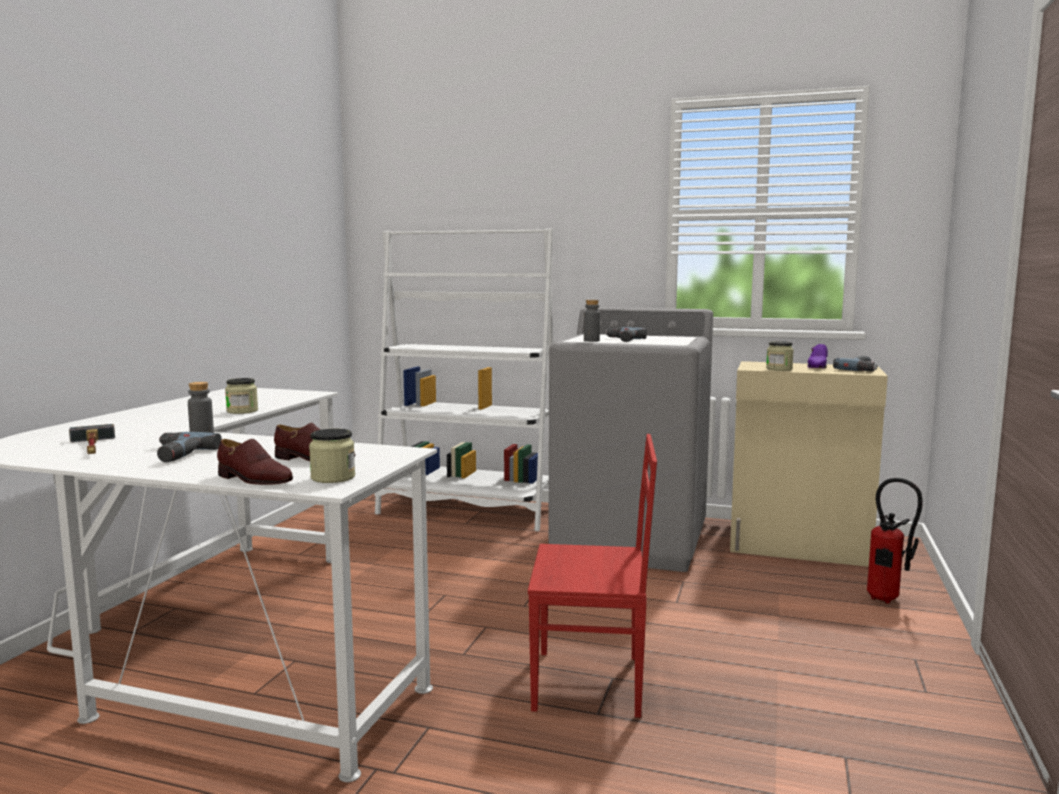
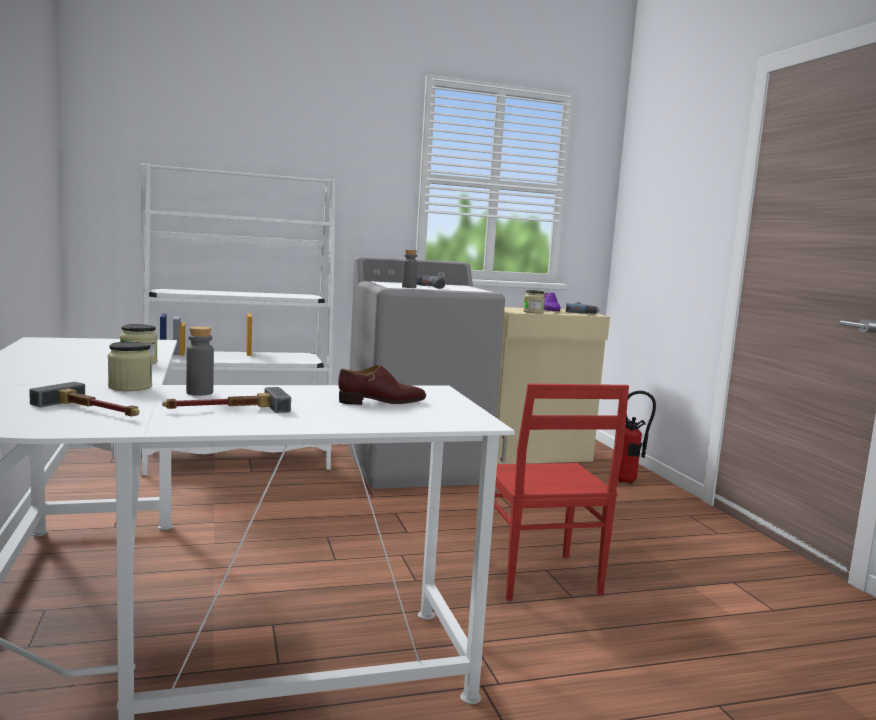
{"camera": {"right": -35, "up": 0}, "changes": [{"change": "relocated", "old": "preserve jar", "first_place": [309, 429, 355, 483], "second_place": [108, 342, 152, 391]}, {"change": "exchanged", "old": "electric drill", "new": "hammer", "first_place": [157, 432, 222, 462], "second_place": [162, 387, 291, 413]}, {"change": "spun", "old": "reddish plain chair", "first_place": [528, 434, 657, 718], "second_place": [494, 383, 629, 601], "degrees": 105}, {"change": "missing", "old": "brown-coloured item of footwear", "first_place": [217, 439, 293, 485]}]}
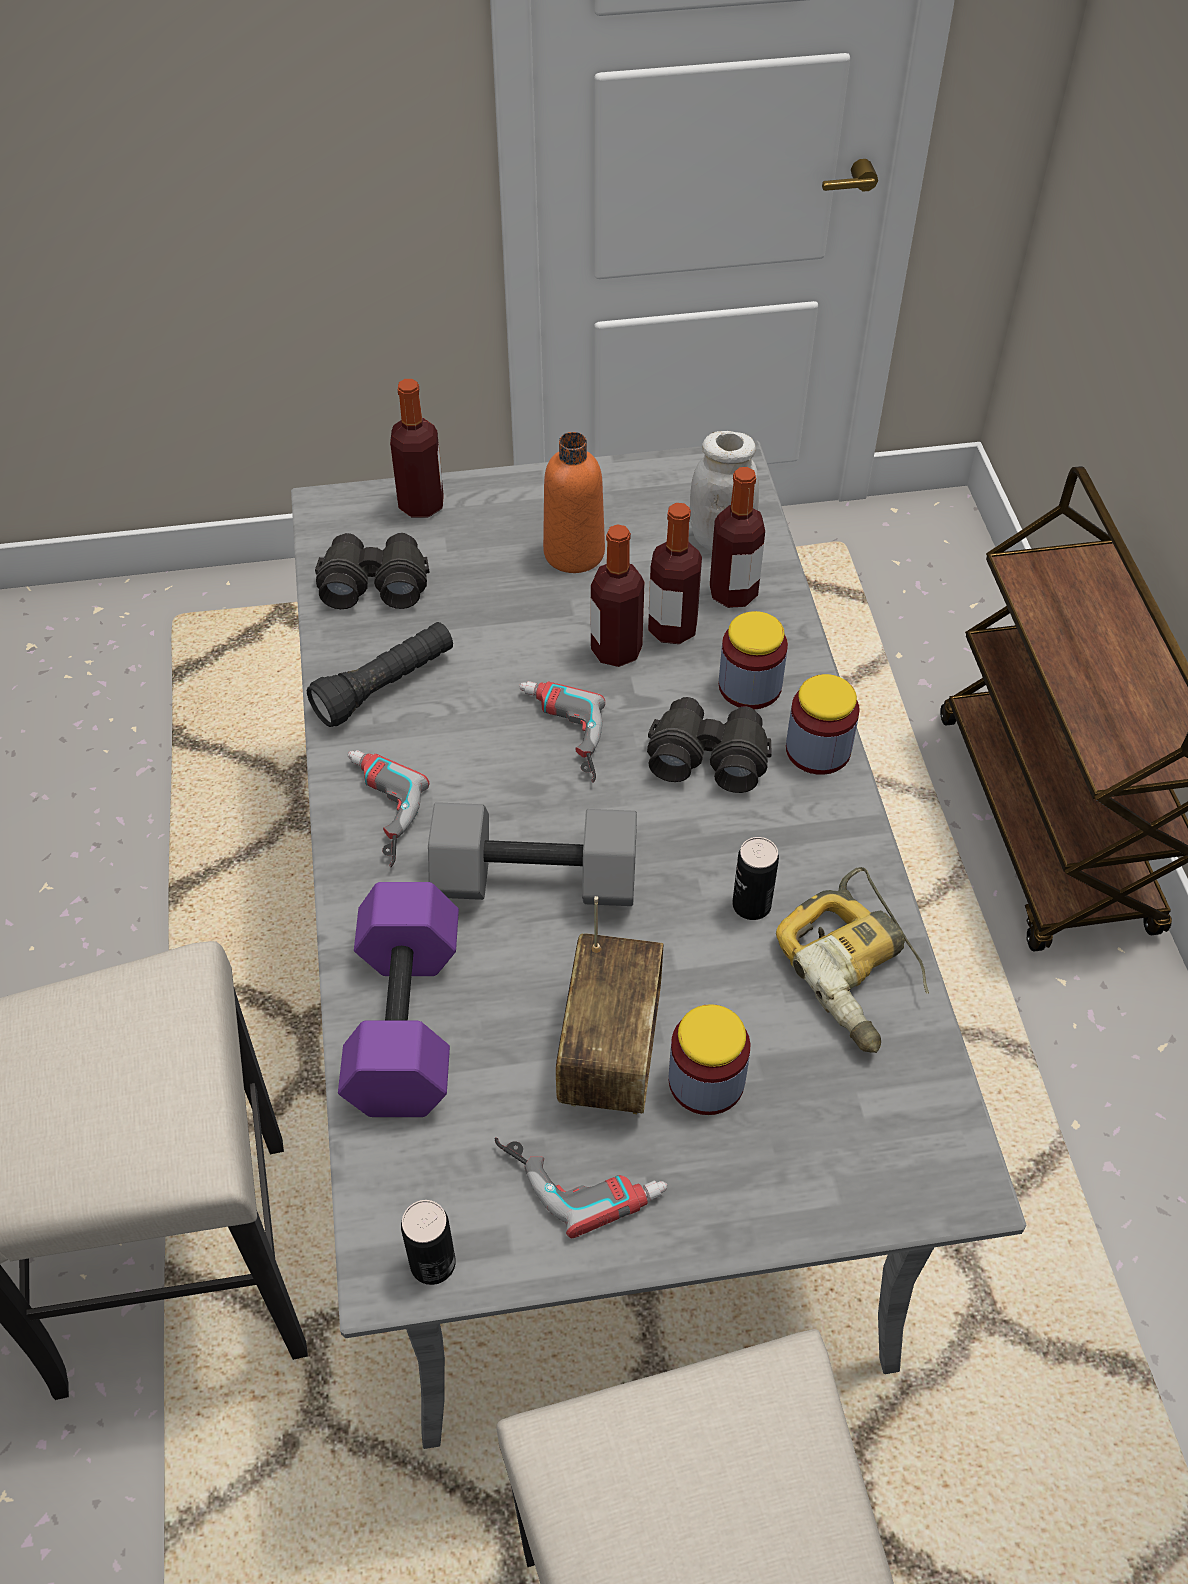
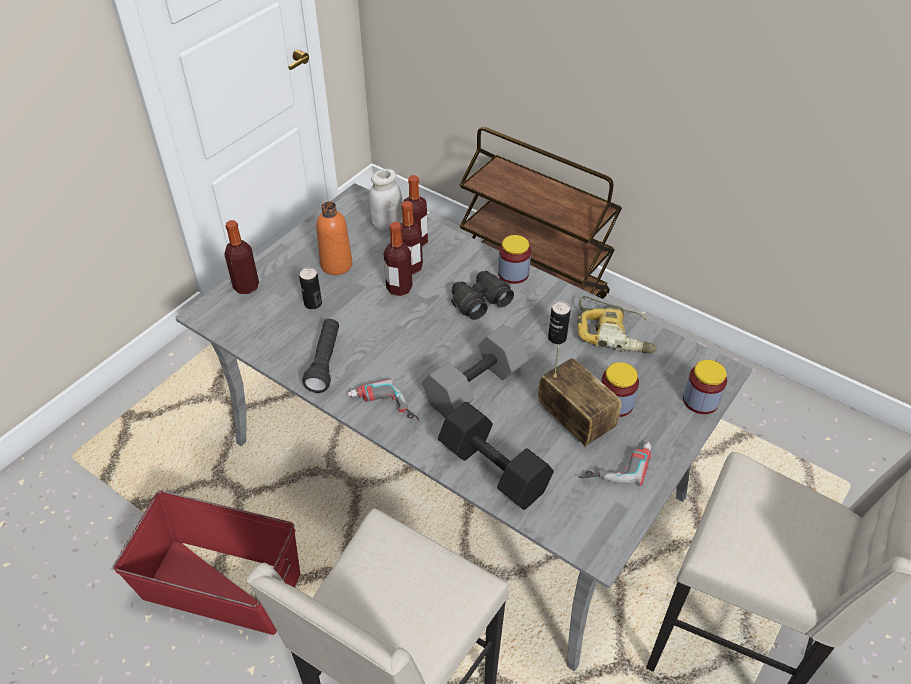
{"camera": {"right": -45, "up": -5}, "changes": [{"change": "missing", "old": "black pair of binoculars", "first_place": [315, 533, 430, 609]}, {"change": "relocated", "old": "preserve jar", "first_place": [719, 611, 788, 709], "second_place": [683, 360, 727, 414]}, {"change": "missing", "old": "electric drill", "first_place": [519, 681, 605, 783]}, {"change": "colour", "old": "purple free weight", "new": "black free weight", "first_place": [338, 882, 459, 1117], "second_place": [438, 402, 554, 510]}, {"change": "relocated", "old": "can", "first_place": [401, 1200, 456, 1285], "second_place": [299, 268, 322, 309]}, {"change": "appeared", "new": "reddish storage bin", "second_place": [113, 491, 300, 635]}]}
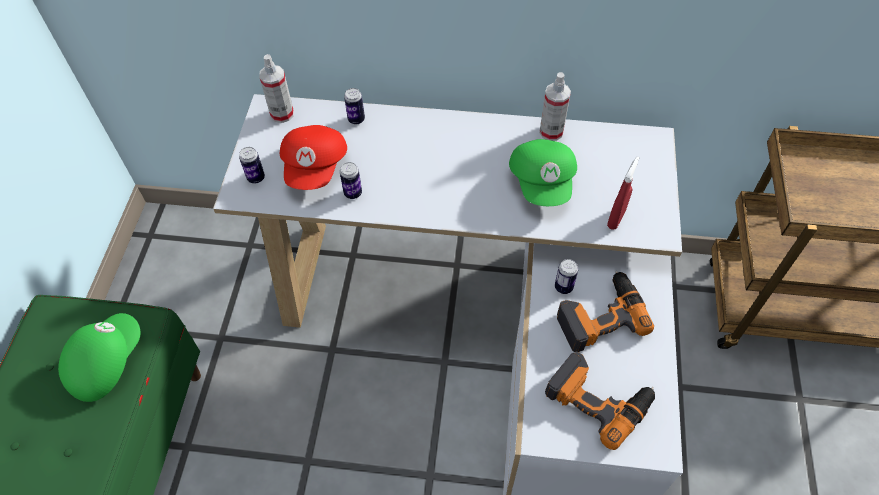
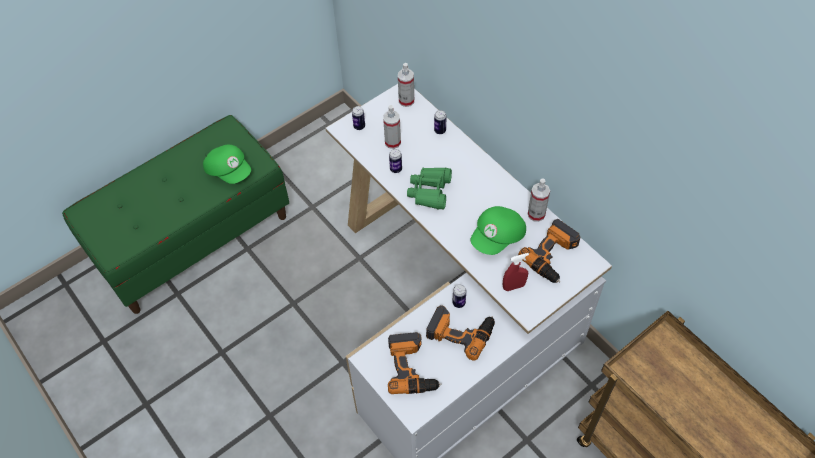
{"camera": {"right": 45, "up": 0}, "changes": [{"change": "exchanged", "old": "reddish cap", "new": "sprayer", "first_place": [280, 125, 347, 190], "second_place": [383, 105, 401, 149]}, {"change": "spun", "old": "greenish cap", "first_place": [58, 313, 141, 402], "second_place": [203, 145, 251, 184], "degrees": 60}, {"change": "appeared", "new": "greenish pair of binoculars", "second_place": [407, 167, 452, 209]}, {"change": "appeared", "new": "electric drill", "second_place": [518, 219, 581, 283]}]}
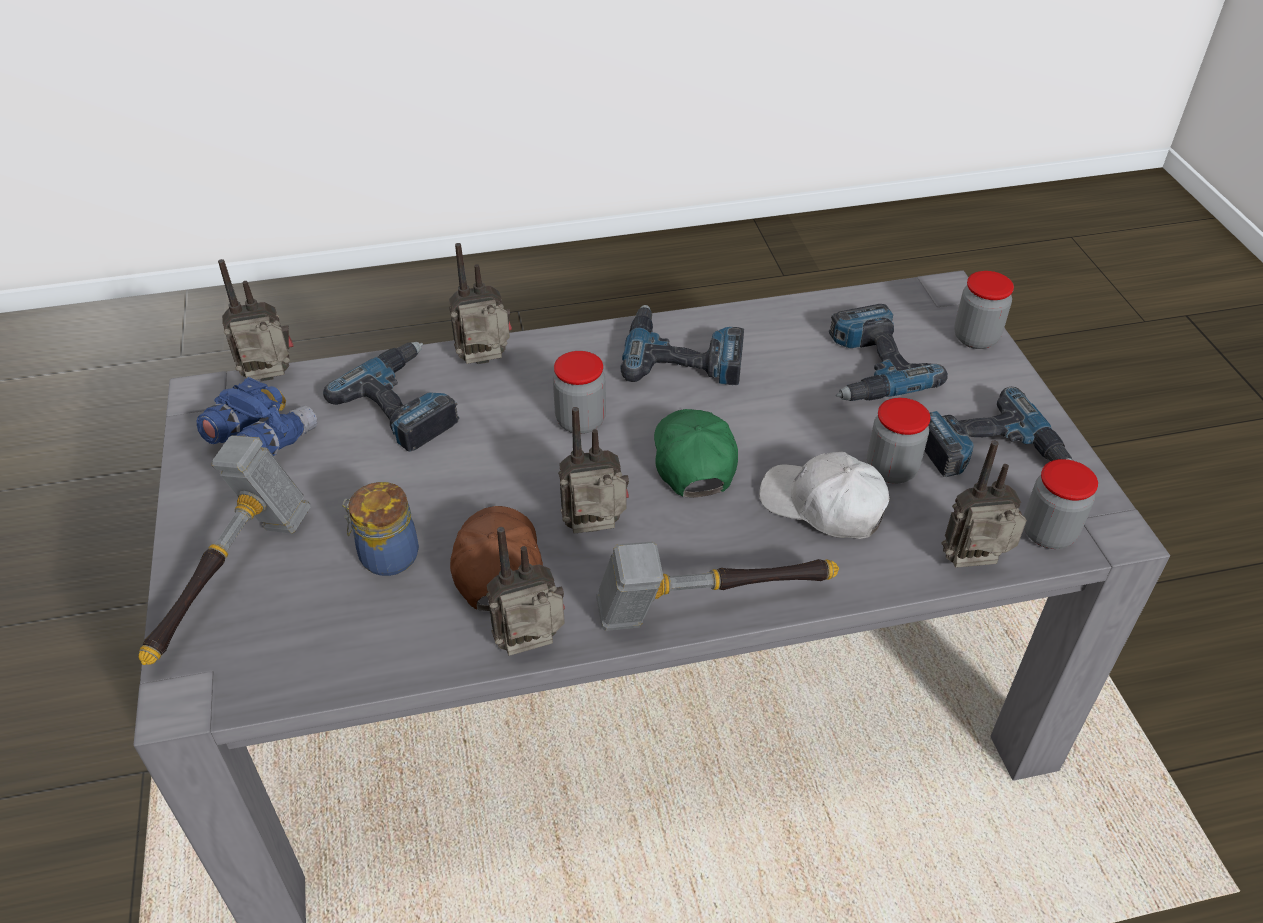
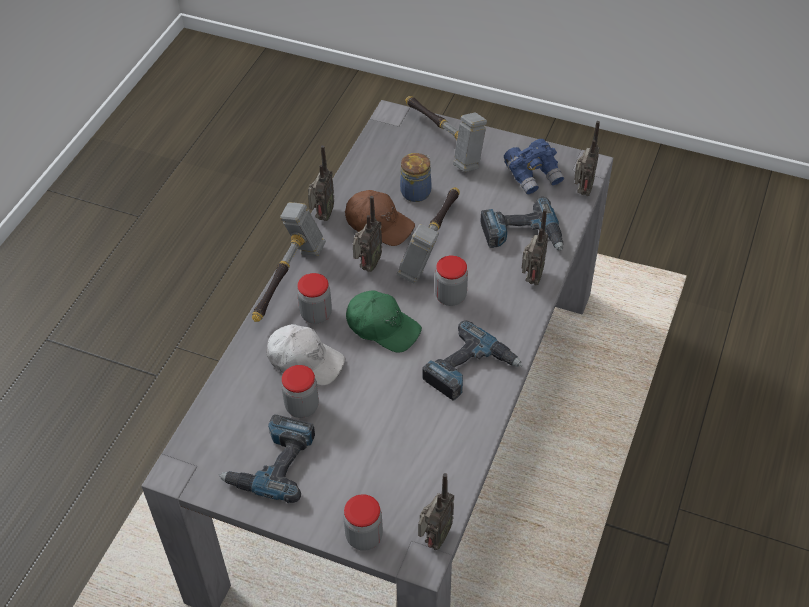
{"camera": {"right": 125, "up": 5}, "changes": [{"change": "missing", "old": "electric drill", "first_place": [829, 304, 948, 401]}, {"change": "relocated", "old": "radio receiver", "first_place": [942, 441, 1027, 568], "second_place": [418, 473, 454, 550]}, {"change": "spun", "old": "white-coloured cap", "first_place": [759, 452, 890, 539], "second_place": [266, 324, 345, 386], "degrees": 45}, {"change": "relocated", "old": "preserve jar", "first_place": [1024, 459, 1098, 549], "second_place": [297, 273, 332, 324]}, {"change": "appeared", "new": "hammer", "second_place": [397, 187, 460, 284]}]}
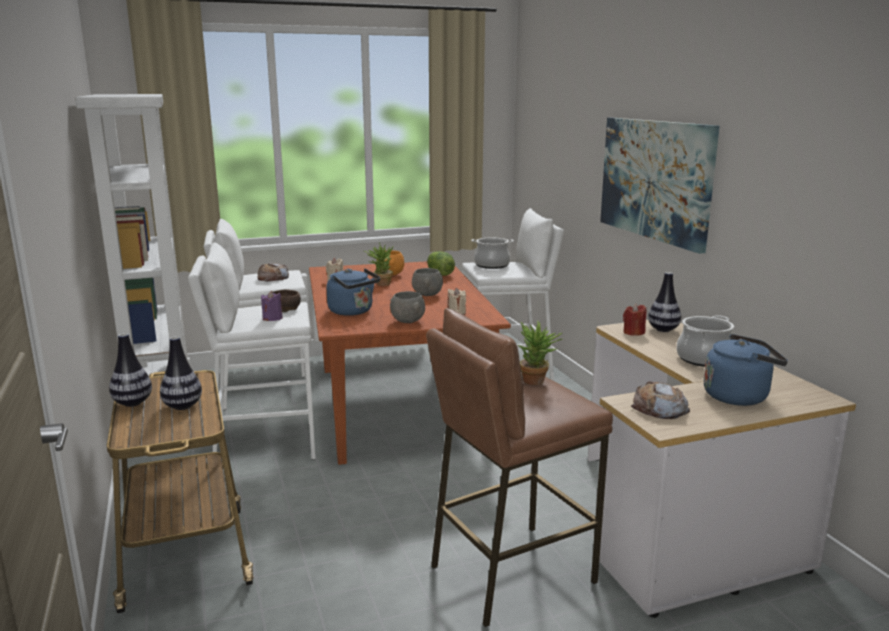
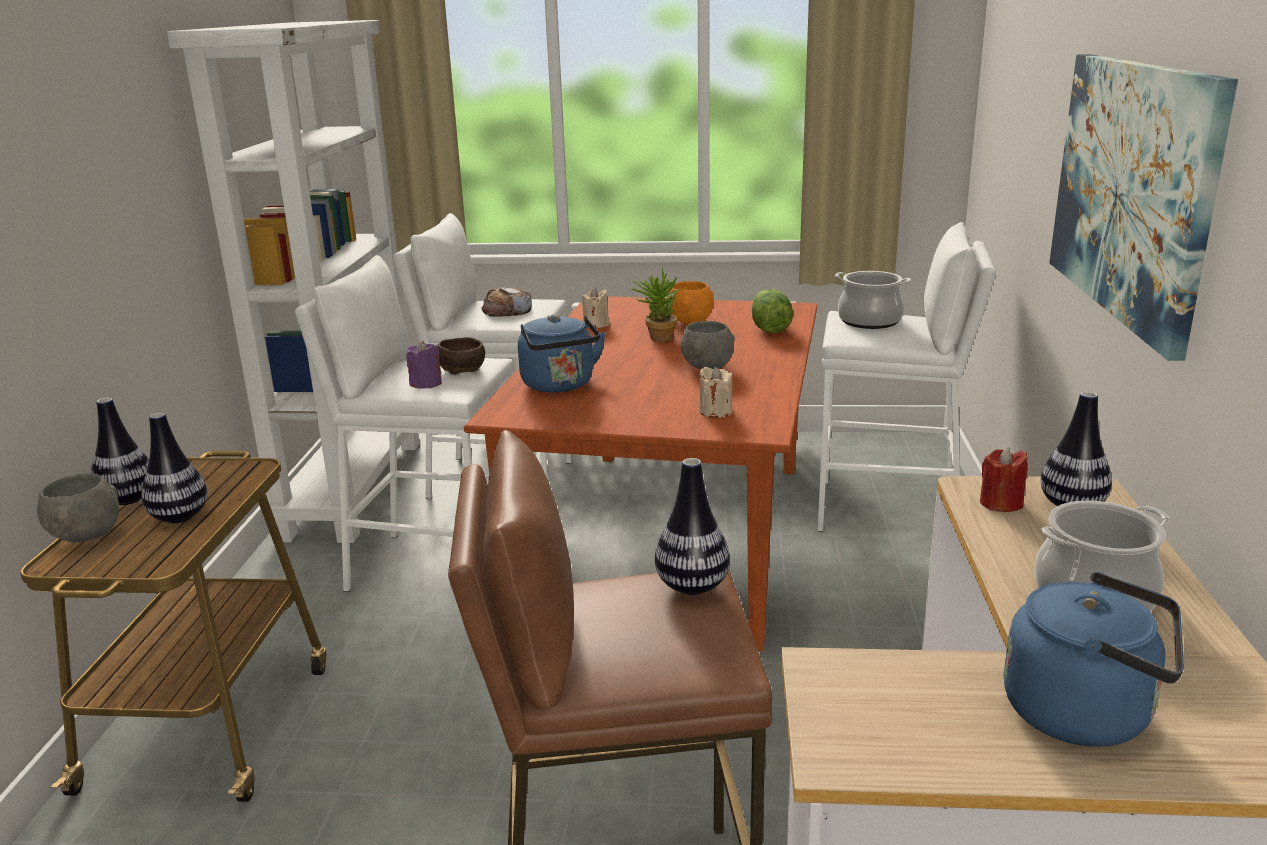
{"camera": {"right": 25, "up": 5}, "changes": [{"change": "relocated", "old": "greyish deep dish", "first_place": [390, 291, 425, 323], "second_place": [37, 473, 119, 542]}, {"change": "exchanged", "old": "houseplant", "new": "flower vase", "first_place": [518, 321, 562, 385], "second_place": [655, 458, 730, 595]}, {"change": "missing", "old": "bakery bread", "first_place": [631, 381, 690, 419]}]}
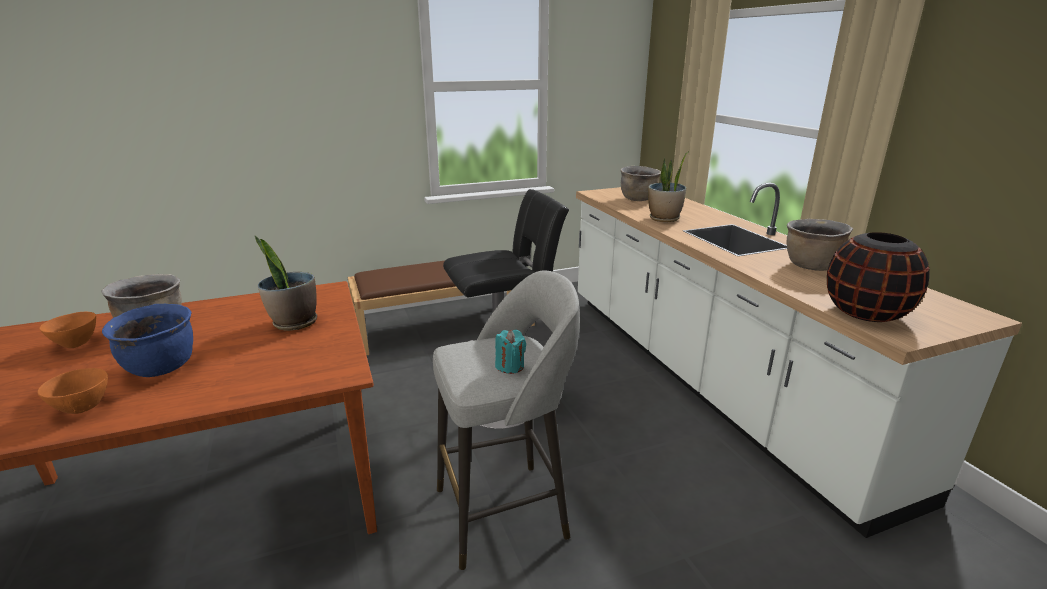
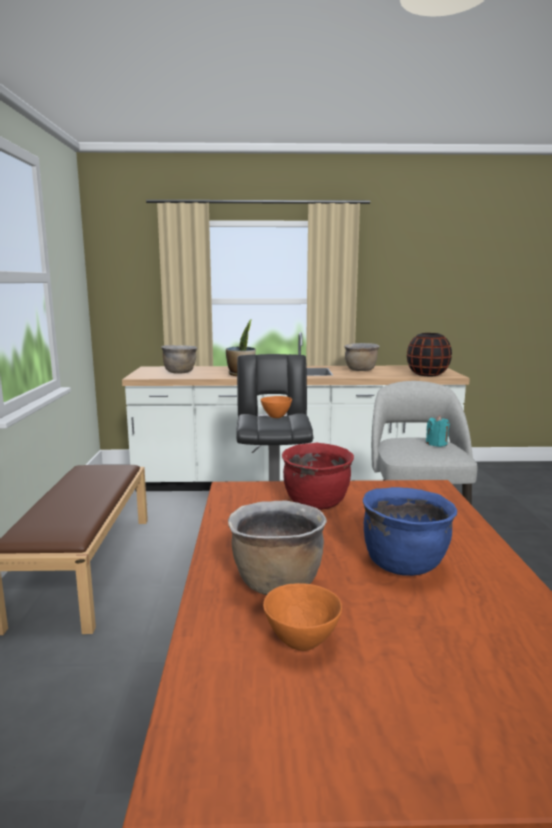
{"camera": {"right": -70, "up": -10}, "changes": [{"change": "exchanged", "old": "houseplant", "new": "reddish saucepot", "first_place": [255, 236, 317, 331], "second_place": [282, 443, 354, 510]}, {"change": "relocated", "old": "orange deep dish", "first_place": [37, 368, 108, 414], "second_place": [261, 396, 292, 418]}]}
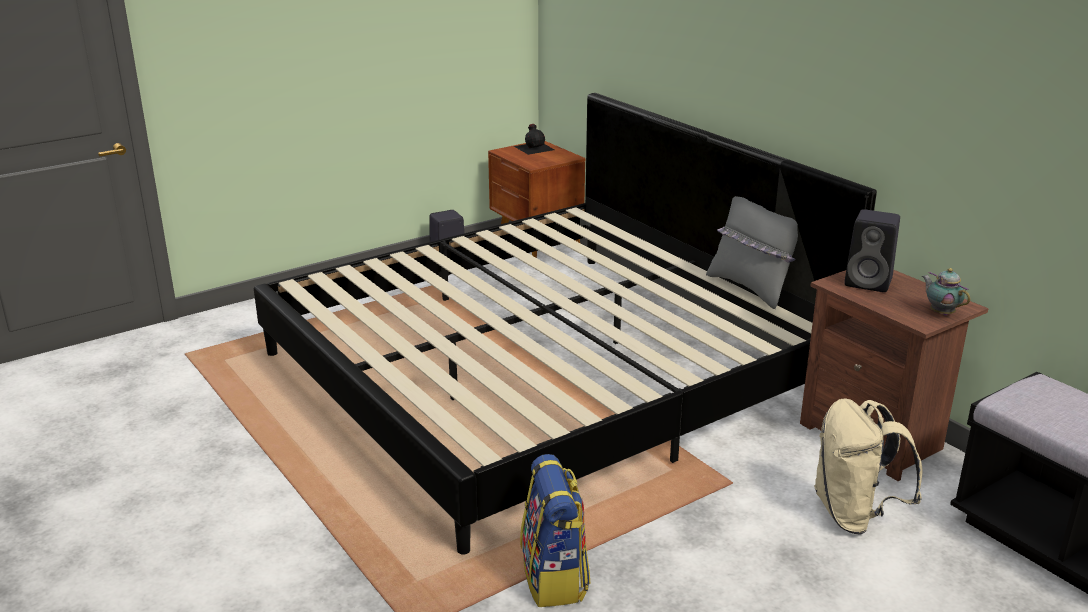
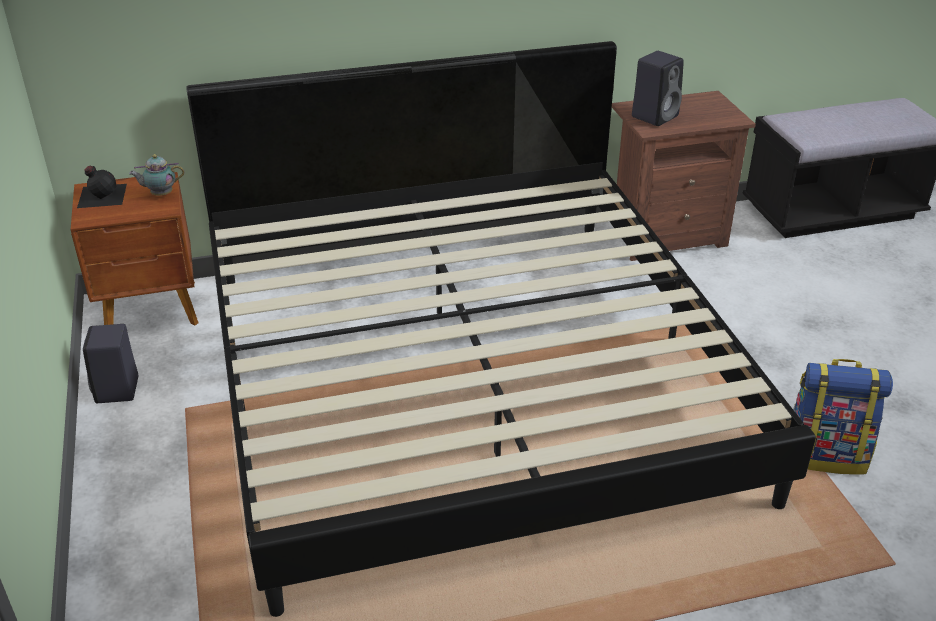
{"camera": {"right": -70, "up": 10}, "changes": [{"change": "missing", "old": "greyish throw pillow", "first_place": [706, 196, 798, 309]}, {"change": "relocated", "old": "tea pot", "first_place": [922, 268, 971, 316], "second_place": [129, 154, 184, 195]}, {"change": "missing", "old": "sand-coloured backpack", "first_place": [814, 399, 922, 535]}]}
